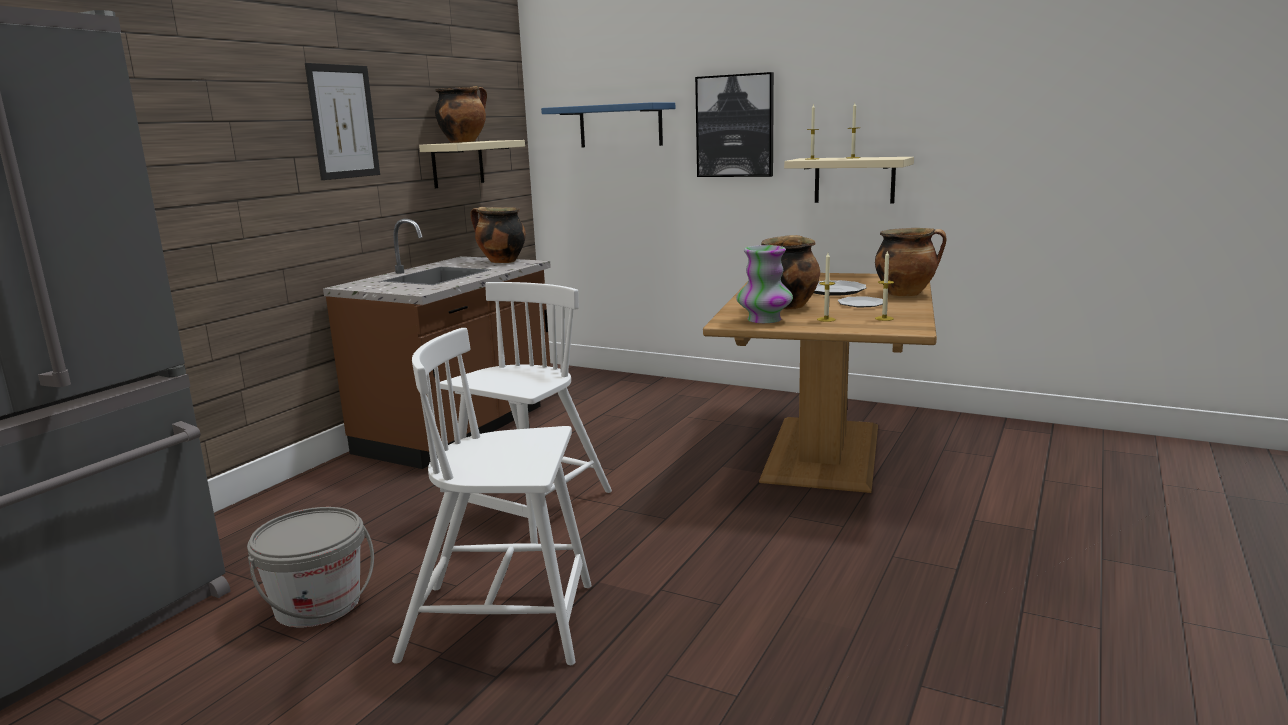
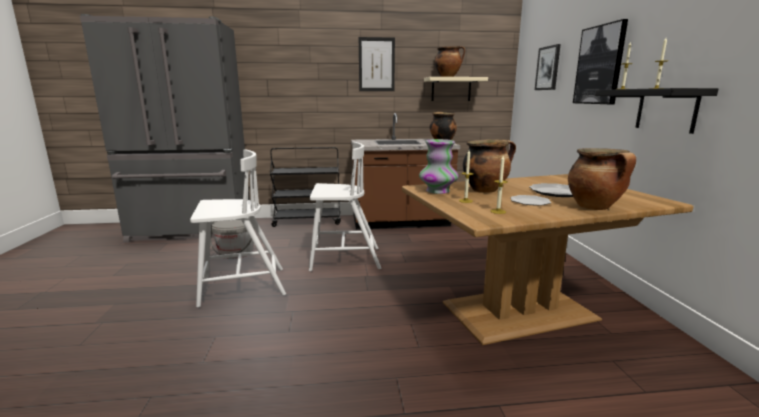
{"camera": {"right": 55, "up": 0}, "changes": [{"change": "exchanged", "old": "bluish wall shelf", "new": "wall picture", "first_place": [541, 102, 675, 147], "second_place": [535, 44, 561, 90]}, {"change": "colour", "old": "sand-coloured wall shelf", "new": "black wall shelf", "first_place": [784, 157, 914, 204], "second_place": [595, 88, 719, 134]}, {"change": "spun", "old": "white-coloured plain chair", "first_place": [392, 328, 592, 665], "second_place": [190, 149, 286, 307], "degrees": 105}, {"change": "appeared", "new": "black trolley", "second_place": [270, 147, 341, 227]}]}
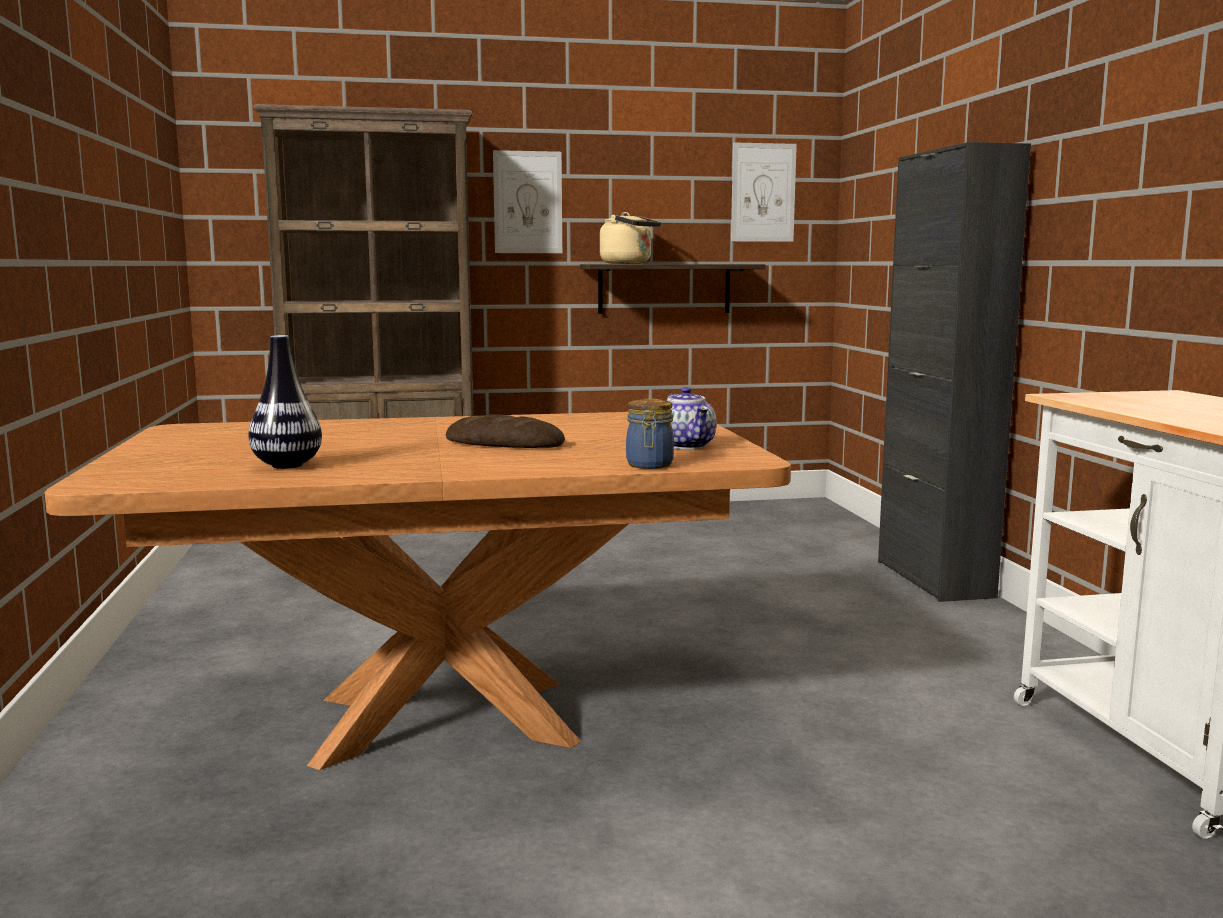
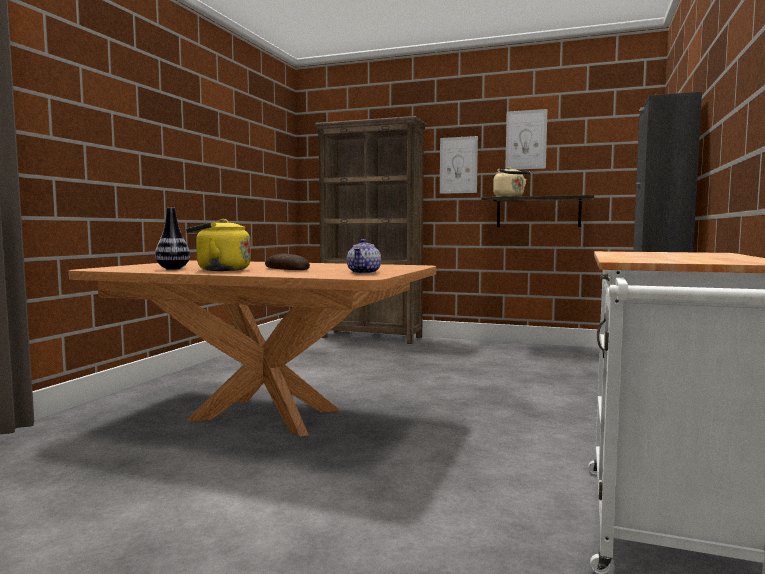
{"camera": {"right": 30, "up": -5}, "changes": [{"change": "relocated", "old": "wall picture", "first_place": [731, 143, 797, 242], "second_place": [505, 109, 548, 170]}, {"change": "missing", "old": "preserve jar", "first_place": [626, 399, 674, 469]}, {"change": "appeared", "new": "yellow kettle", "second_place": [186, 219, 251, 271]}]}
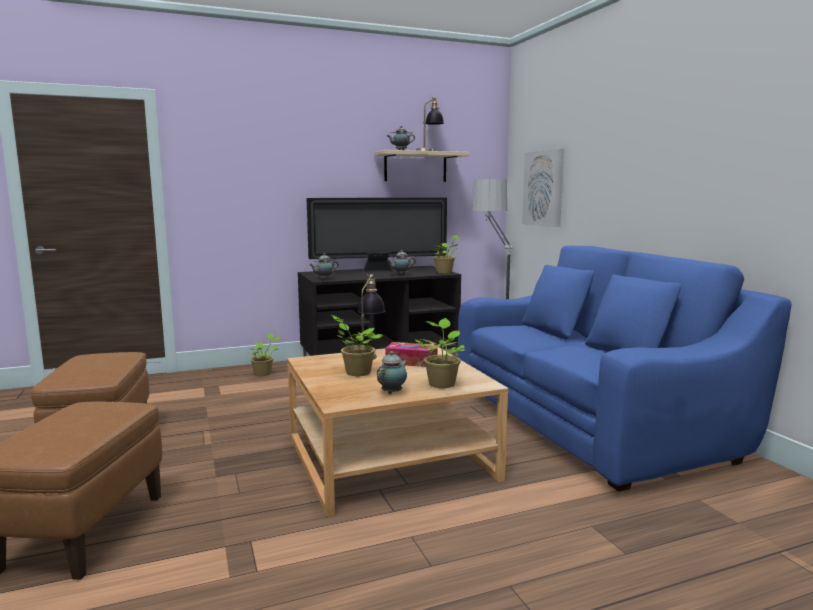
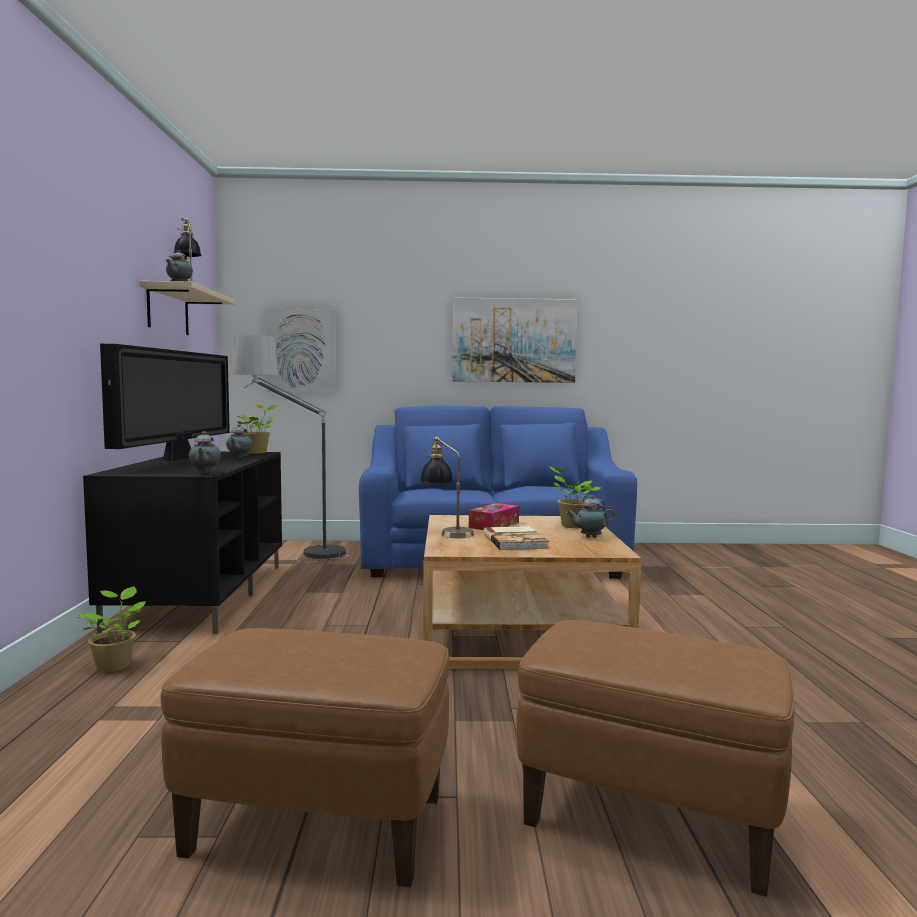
{"camera": {"right": -70, "up": -5}, "changes": [{"change": "exchanged", "old": "houseplant", "new": "bound book", "first_place": [331, 315, 383, 376], "second_place": [483, 526, 549, 550]}, {"change": "spun", "old": "tea pot", "first_place": [377, 351, 407, 394], "second_place": [566, 495, 616, 538], "degrees": -60}, {"change": "appeared", "new": "wall picture", "second_place": [452, 297, 578, 383]}]}
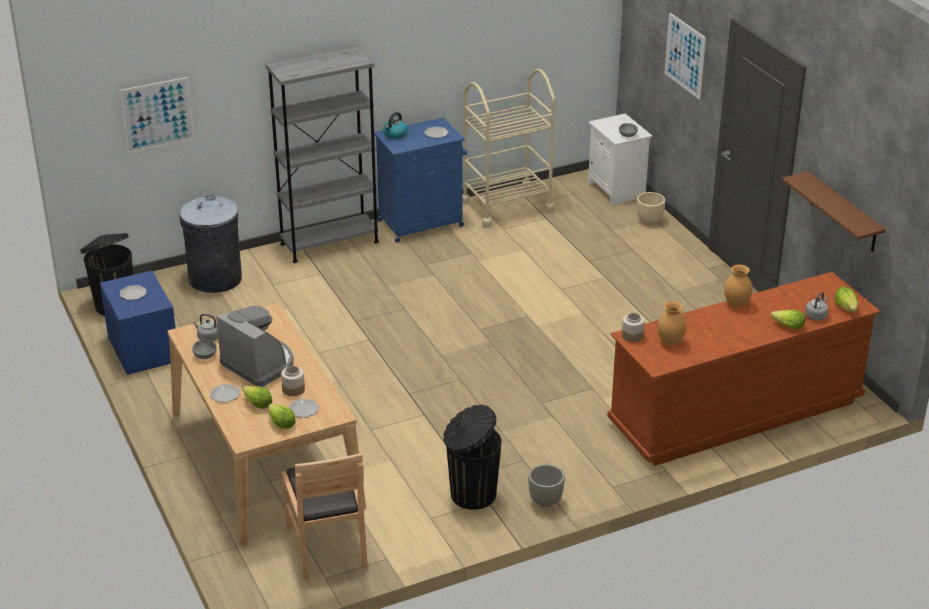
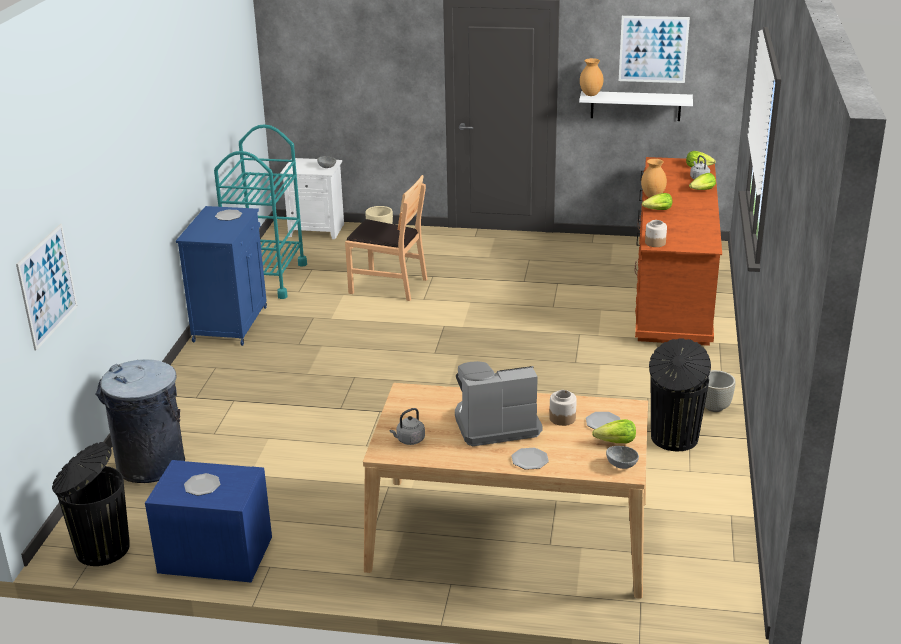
{"camera": {"right": -55, "up": -5}, "changes": [{"change": "relocated", "old": "wall picture", "first_place": [665, 13, 706, 100], "second_place": [619, 16, 690, 83]}, {"change": "missing", "old": "greyish bookcase", "first_place": [266, 47, 379, 263]}, {"change": "colour", "old": "sand-coloured trolley", "new": "turquoise-coloured trolley", "first_place": [462, 69, 555, 228], "second_place": [214, 124, 307, 299]}, {"change": "missing", "old": "kettle", "first_place": [383, 112, 408, 139]}, {"change": "colour", "old": "brown-coloured wall shelf", "new": "white-coloured wall shelf", "first_place": [782, 171, 886, 252], "second_place": [579, 91, 693, 121]}, {"change": "relocated", "old": "brown-coloured flower vase", "first_place": [657, 302, 687, 345], "second_place": [580, 58, 603, 96]}, {"change": "relocated", "old": "greyish deep dish", "first_place": [192, 340, 217, 359], "second_place": [606, 446, 639, 469]}, {"change": "relocated", "old": "lettuce", "first_place": [242, 385, 272, 409], "second_place": [642, 193, 672, 210]}, {"change": "relocated", "old": "brown-coloured plain chair", "first_place": [281, 453, 368, 580], "second_place": [345, 175, 427, 301]}]}
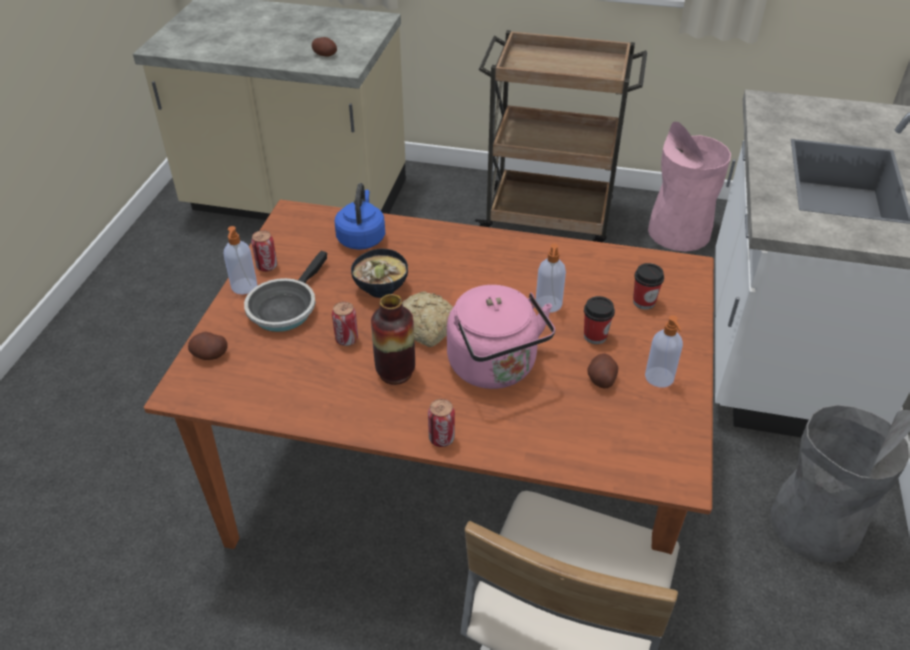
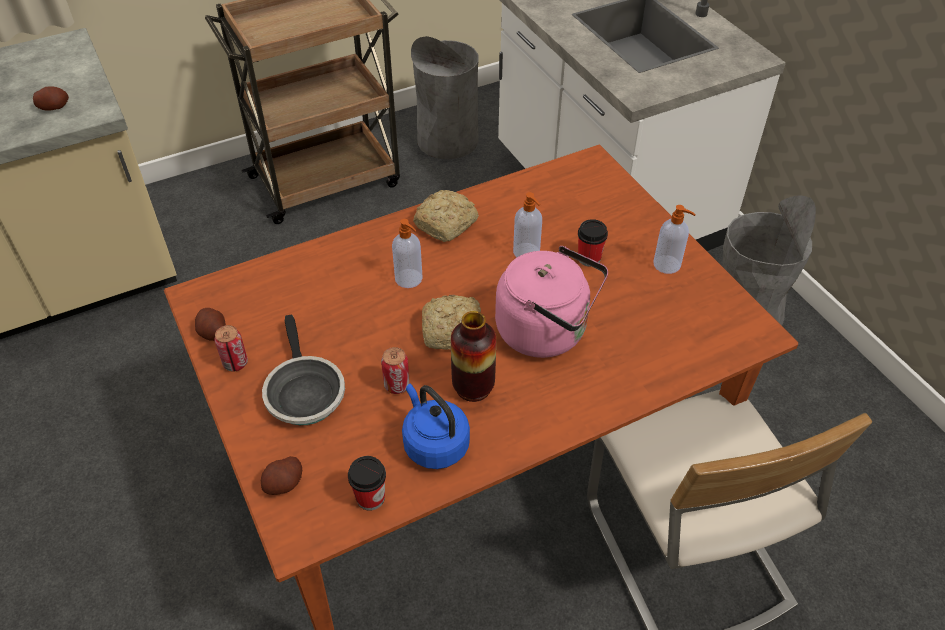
{"camera": {"right": -40, "up": 5}, "changes": [{"change": "colour", "old": "pinkish waste bin", "new": "greyish waste bin", "first_place": [648, 122, 731, 252], "second_place": [411, 36, 479, 159]}, {"change": "relocated", "old": "bluish kettle", "first_place": [335, 183, 385, 250], "second_place": [402, 384, 470, 469]}, {"change": "relocated", "old": "liquid soap bottle", "first_place": [224, 226, 257, 294], "second_place": [392, 219, 423, 288]}, {"change": "missing", "old": "deep dish", "first_place": [351, 249, 408, 298]}, {"change": "relocated", "old": "small cup", "first_place": [633, 263, 664, 310], "second_place": [348, 456, 386, 511]}, {"change": "relocated", "old": "spud", "first_place": [587, 353, 618, 389], "second_place": [195, 308, 226, 341]}, {"change": "missing", "old": "can", "first_place": [428, 399, 455, 447]}, {"change": "appeared", "new": "bakery bread", "second_place": [413, 190, 479, 242]}]}
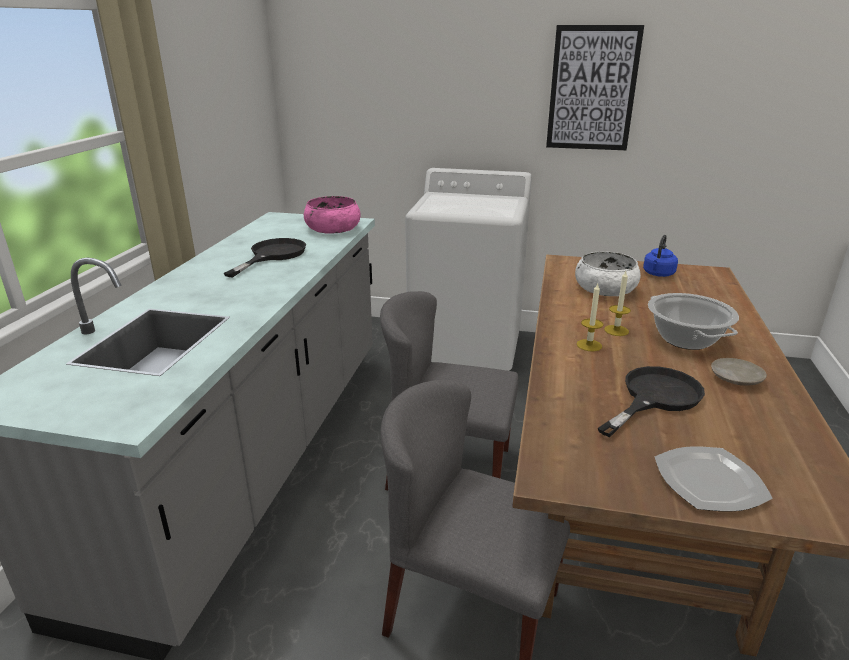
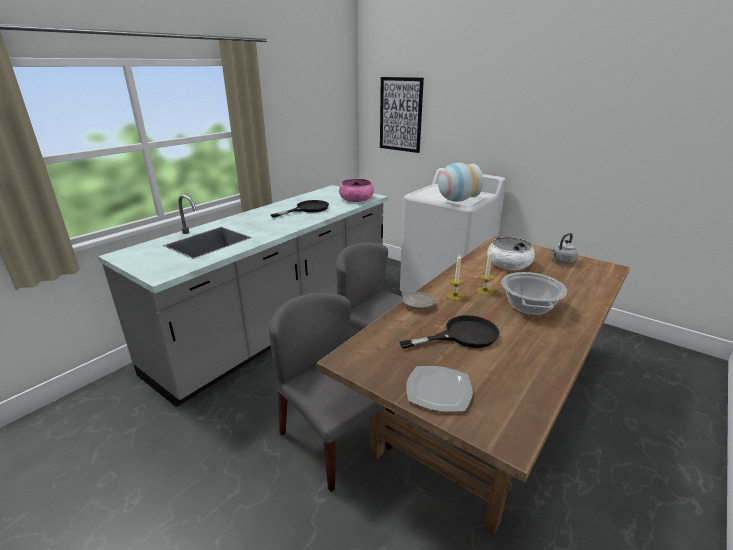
{"camera": {"right": 25, "up": 0}, "changes": [{"change": "relocated", "old": "wall picture", "first_place": [546, 25, 644, 150], "second_place": [380, 77, 424, 153]}, {"change": "colour", "old": "bluish kettle", "new": "greyish kettle", "first_place": [643, 235, 678, 277], "second_place": [551, 233, 578, 264]}, {"change": "relocated", "old": "sand-coloured dinner plate", "first_place": [711, 358, 767, 386], "second_place": [403, 292, 435, 309]}, {"change": "appeared", "new": "flower vase", "second_place": [438, 163, 483, 202]}]}
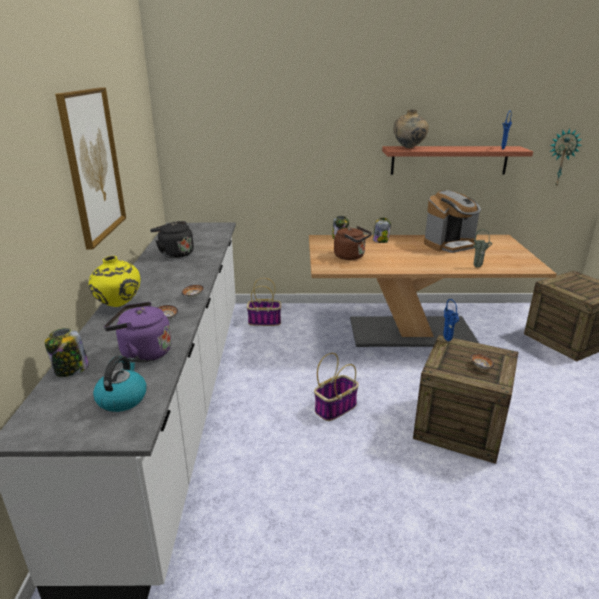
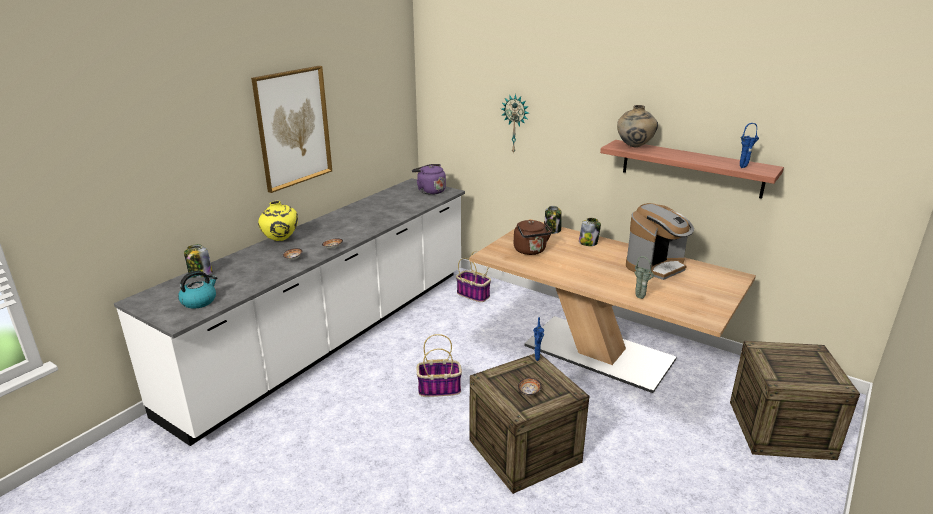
{"camera": {"right": 35, "up": 0}, "changes": [{"change": "relocated", "old": "clock on the wall", "first_place": [550, 129, 582, 187], "second_place": [501, 94, 529, 154]}, {"change": "spun", "old": "coffee brewer", "first_place": [424, 190, 481, 253], "second_place": [626, 203, 694, 280], "degrees": -45}, {"change": "missing", "old": "black kettle", "first_place": [150, 221, 194, 258]}, {"change": "relocated", "old": "purple kettle", "first_place": [104, 302, 172, 362], "second_place": [412, 164, 446, 195]}]}
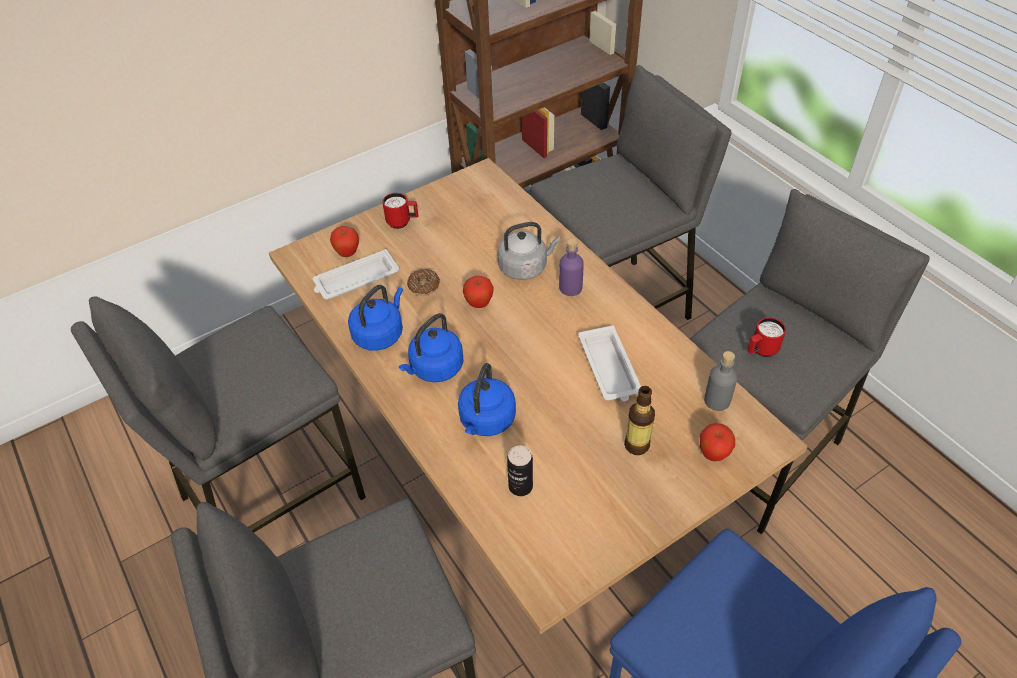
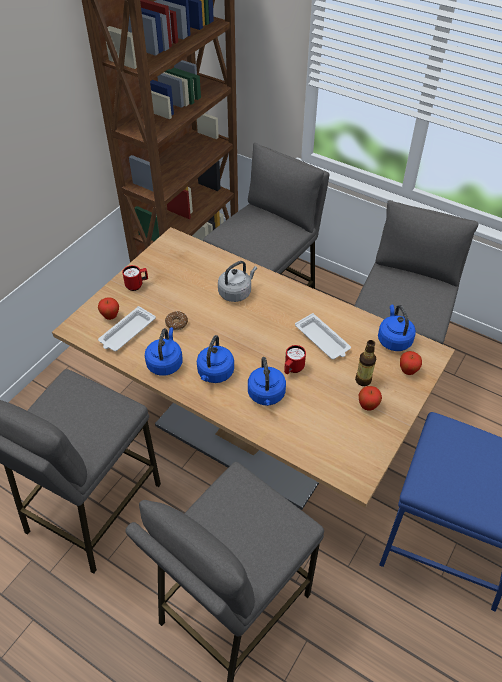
{"camera": {"right": -25, "up": 0}, "changes": [{"change": "missing", "old": "purple bottle", "first_place": [559, 239, 584, 296]}, {"change": "relocated", "old": "apple fruit", "first_place": [463, 276, 493, 308], "second_place": [359, 386, 382, 410]}, {"change": "relocated", "old": "reddish tea mug", "first_place": [747, 317, 786, 357], "second_place": [284, 345, 306, 374]}, {"change": "exchanged", "old": "greyish bottle", "new": "bluish kettle", "first_place": [704, 351, 737, 411], "second_place": [378, 304, 416, 351]}, {"change": "missing", "old": "can", "first_place": [507, 446, 533, 496]}]}
